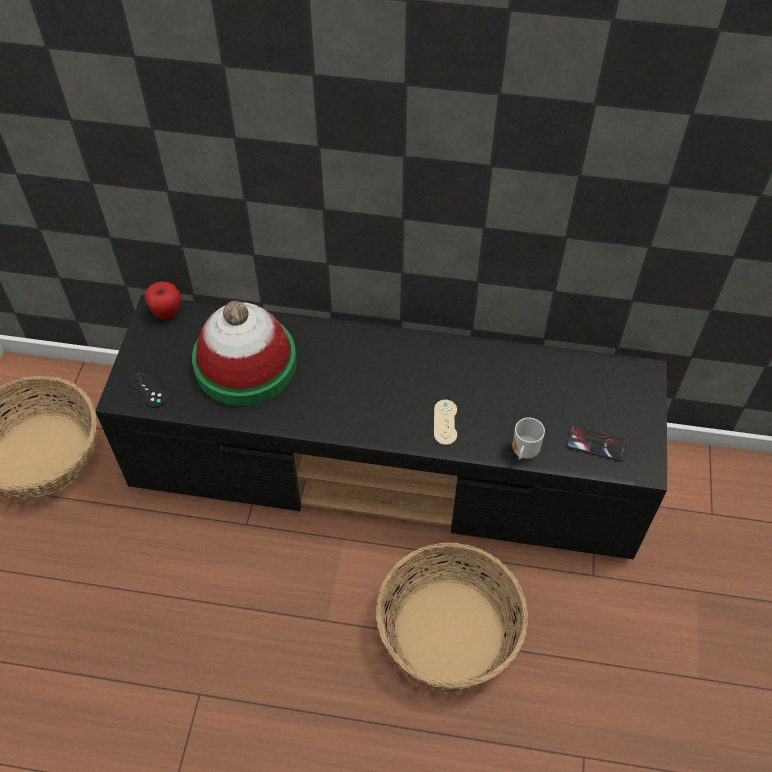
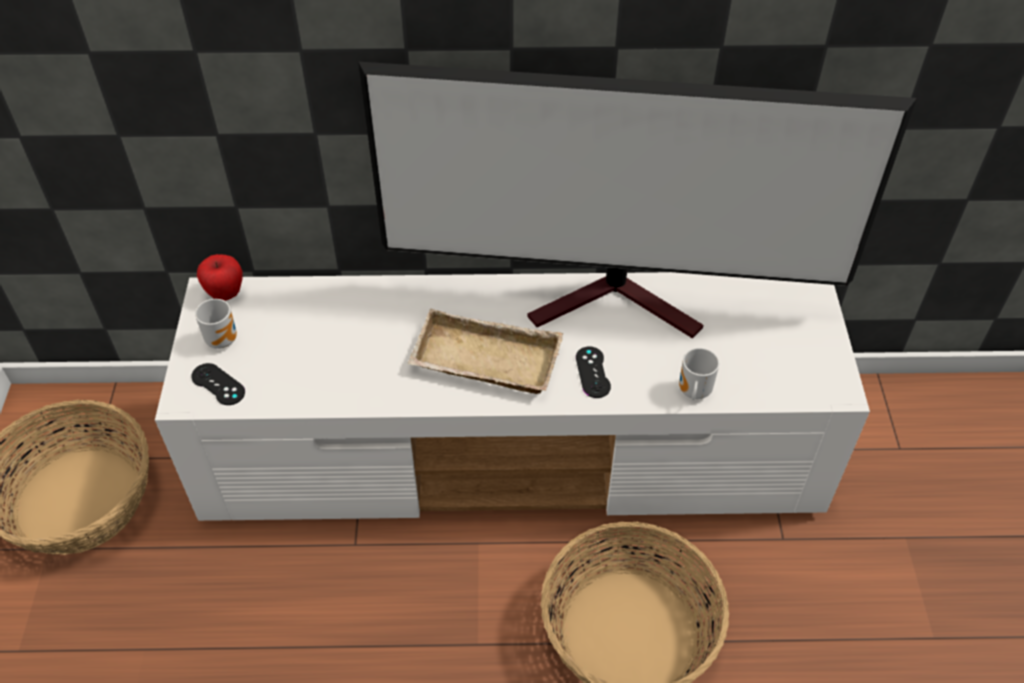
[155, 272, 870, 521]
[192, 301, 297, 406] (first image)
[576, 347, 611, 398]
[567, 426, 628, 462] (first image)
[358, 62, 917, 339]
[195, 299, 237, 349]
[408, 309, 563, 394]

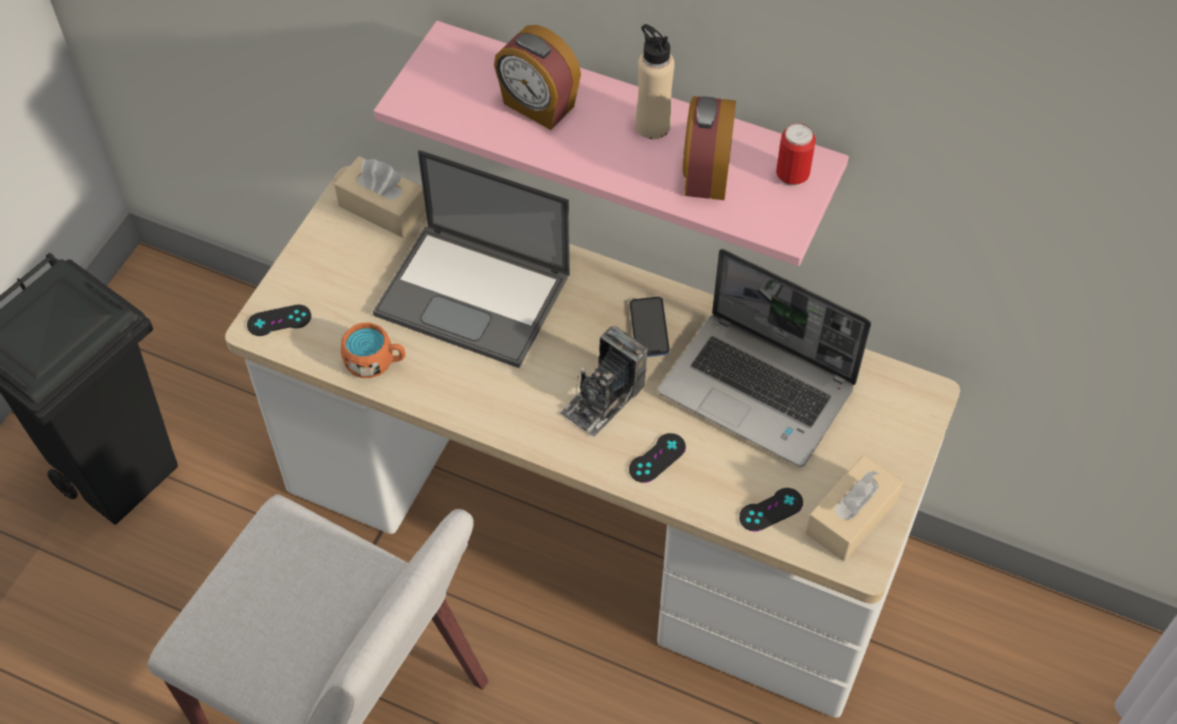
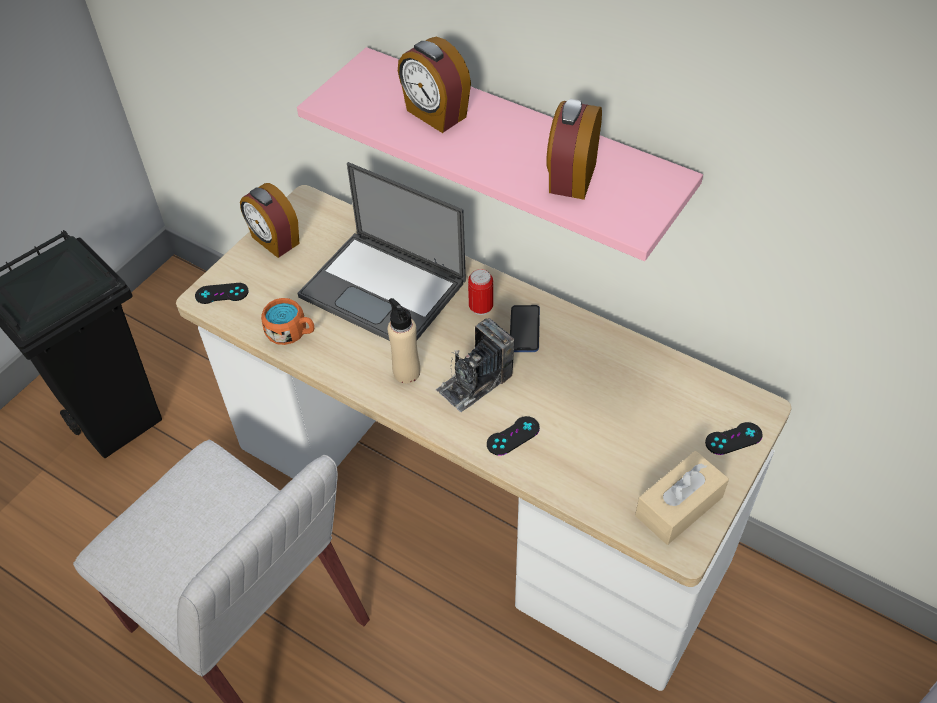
[387, 298, 420, 383]
[468, 269, 493, 315]
[334, 156, 426, 238] (first image)
[658, 249, 871, 467] (first image)
[705, 422, 763, 455]
[240, 183, 299, 258]

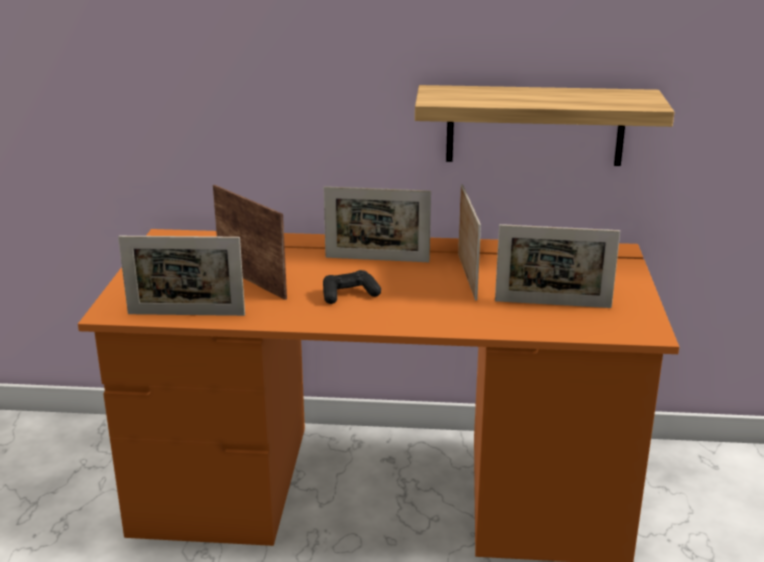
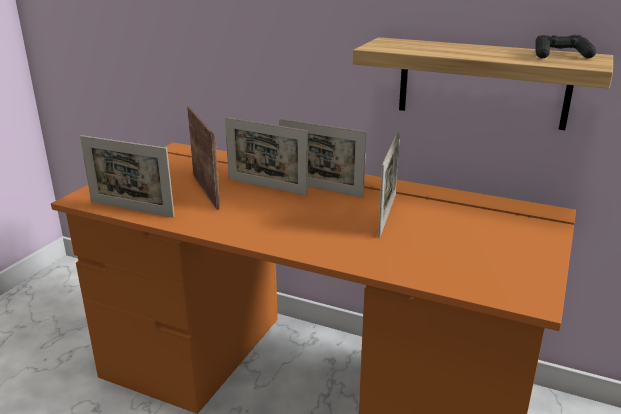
[225, 117, 308, 196]
[535, 35, 596, 58]

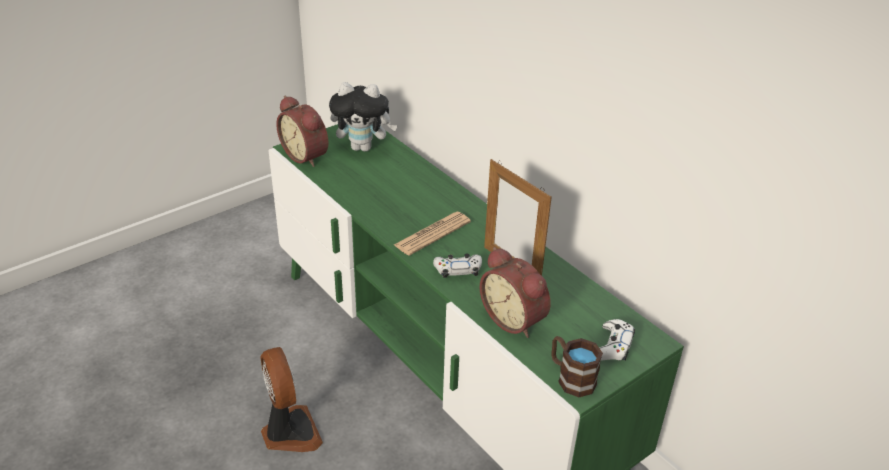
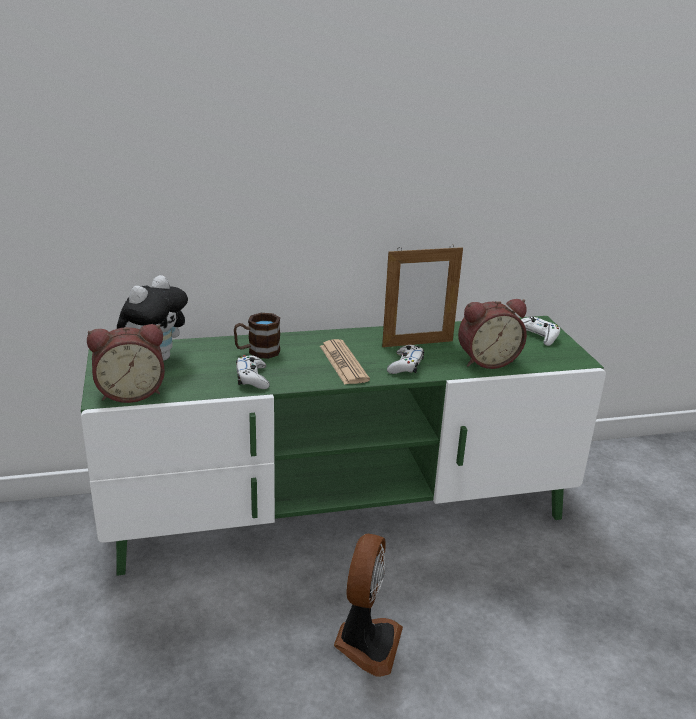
[234, 313, 280, 359]
[334, 534, 403, 677]
[236, 355, 270, 389]

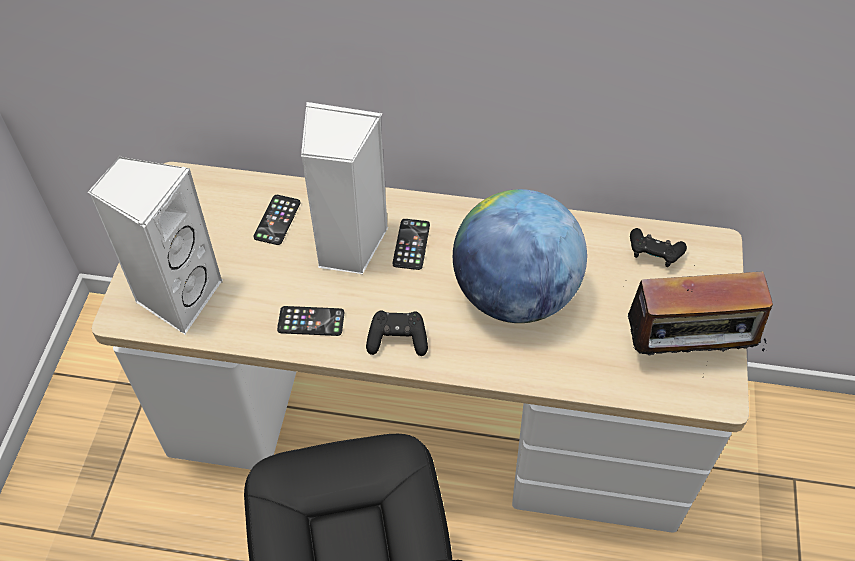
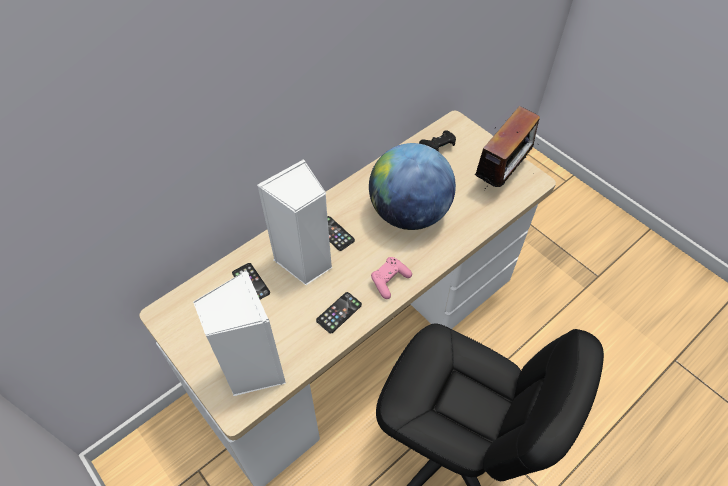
[371, 257, 412, 299]

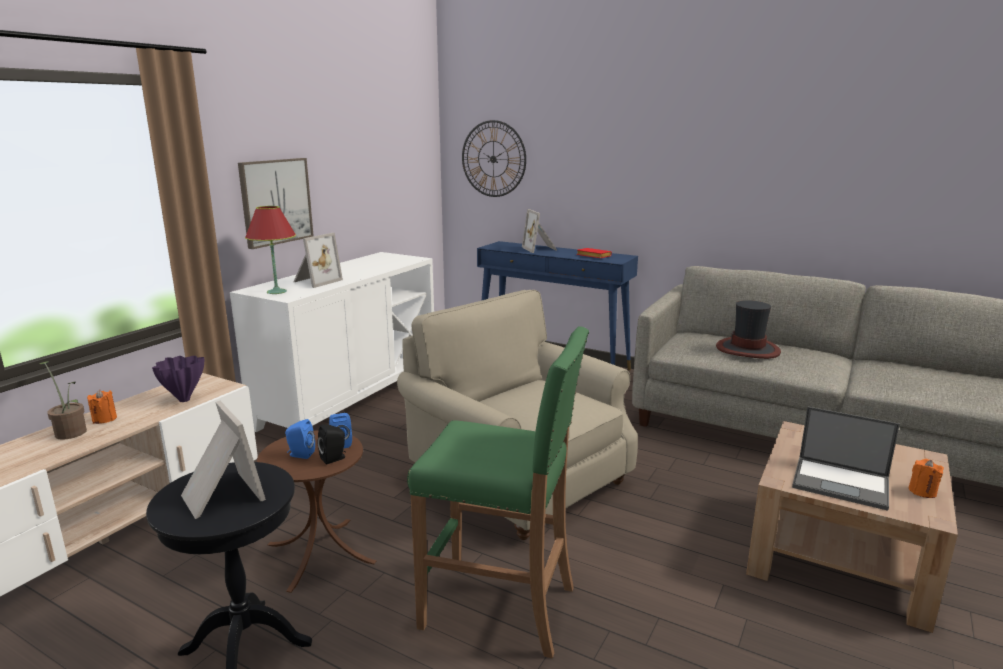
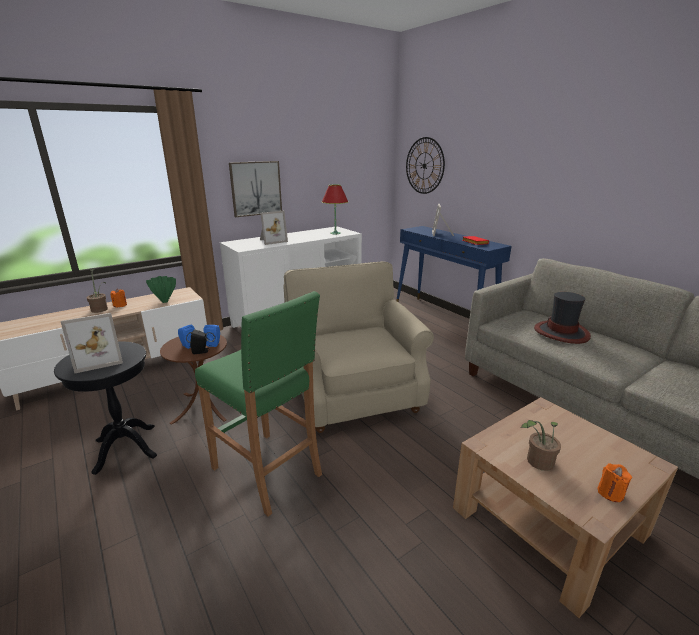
[322, 185, 348, 234]
[146, 276, 176, 303]
[60, 313, 123, 373]
[521, 420, 561, 471]

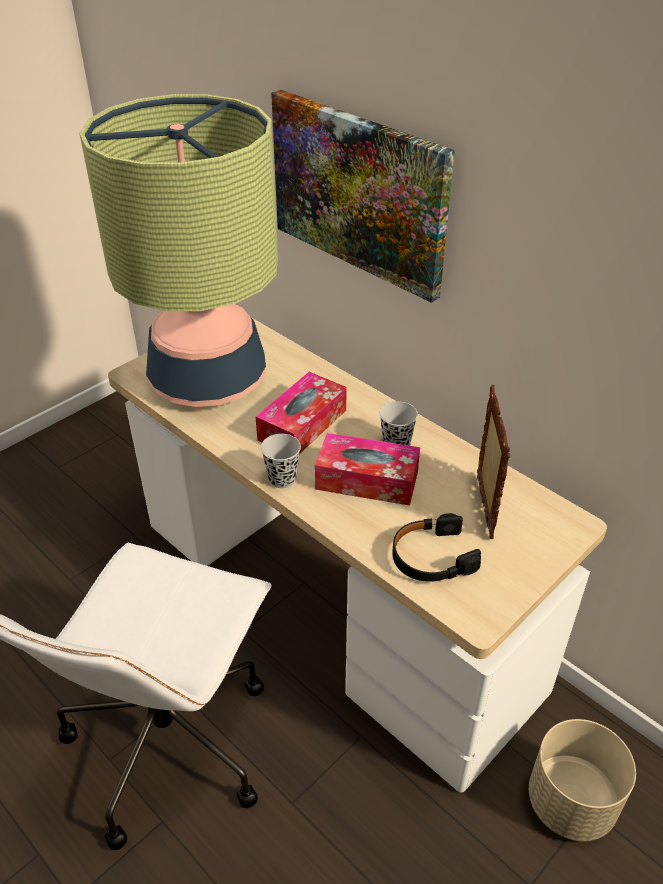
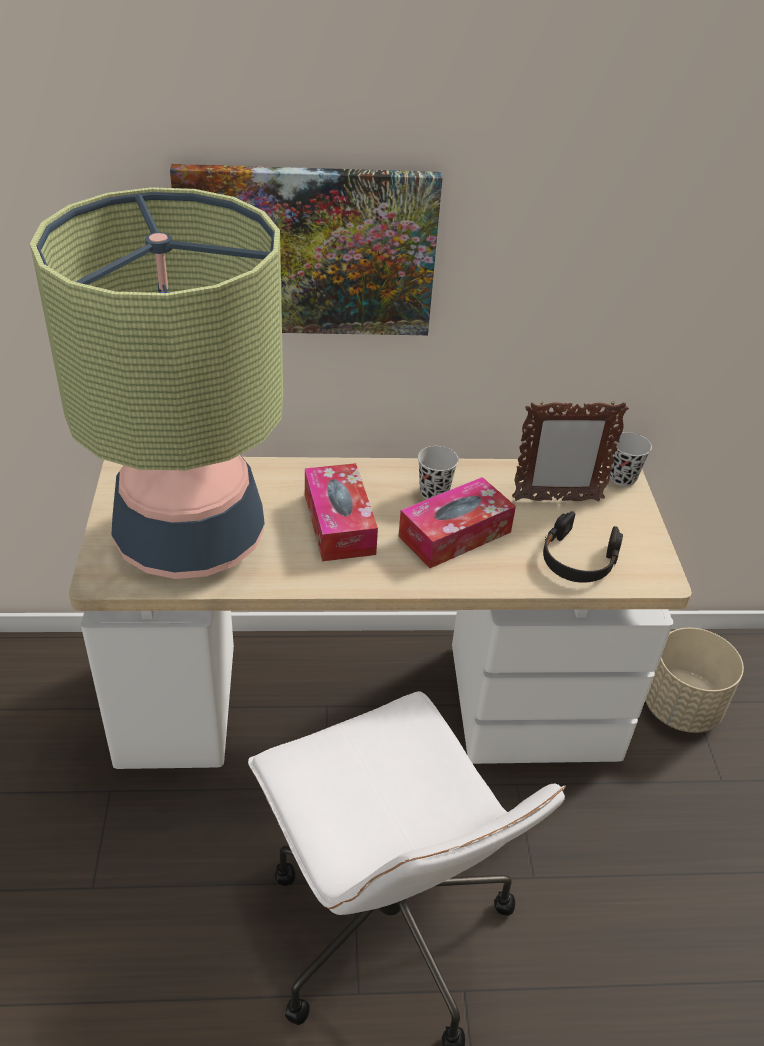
[512, 401, 629, 502]
[610, 432, 652, 486]

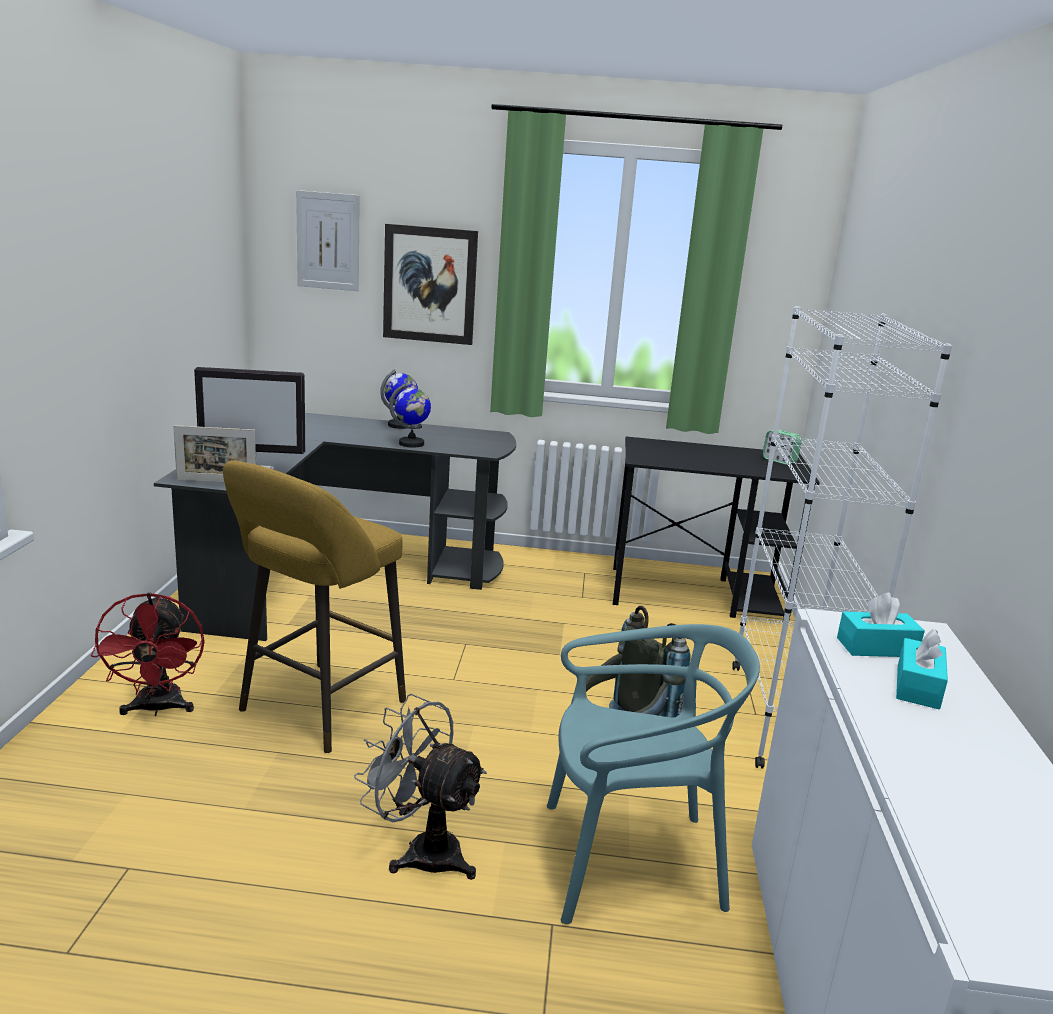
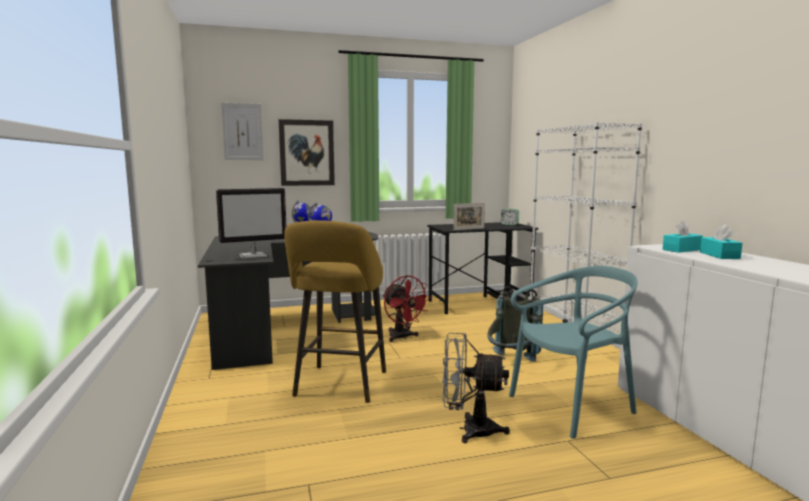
[453, 203, 485, 230]
[383, 275, 431, 342]

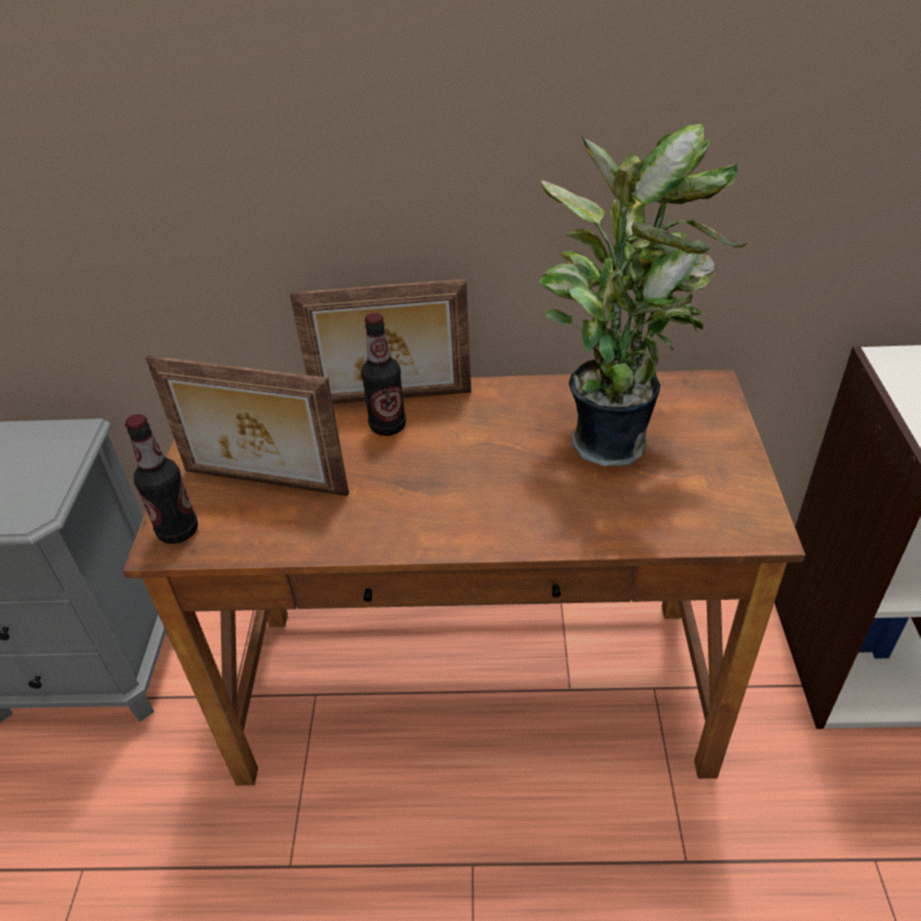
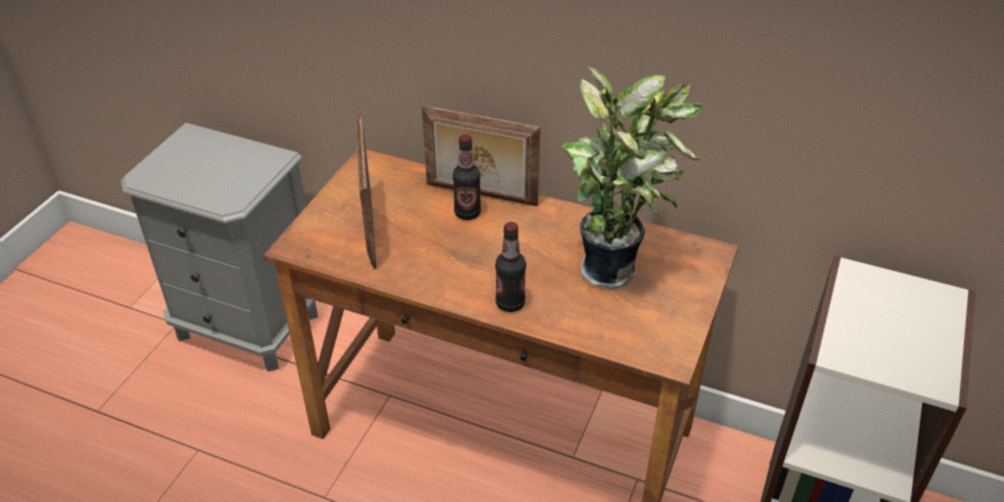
[356, 112, 377, 269]
[495, 222, 526, 312]

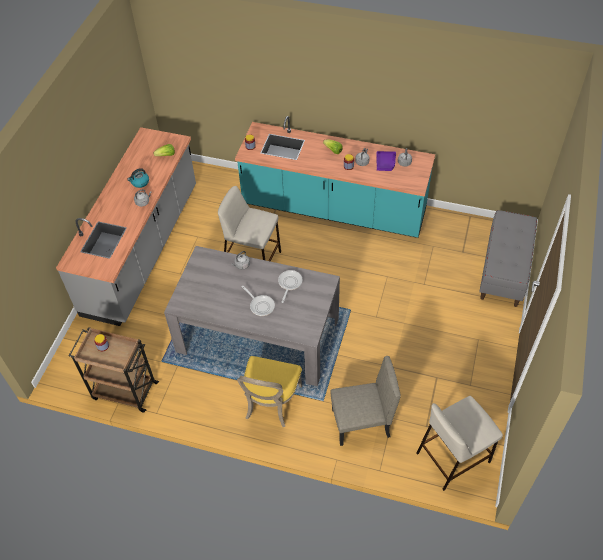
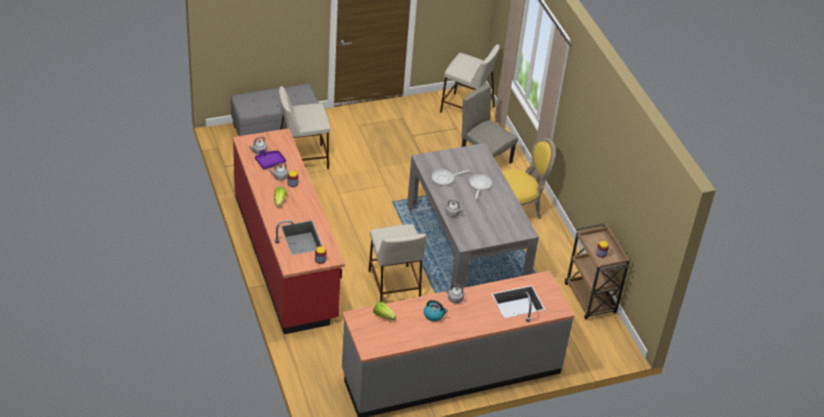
[233, 128, 345, 334]
[279, 86, 330, 169]

